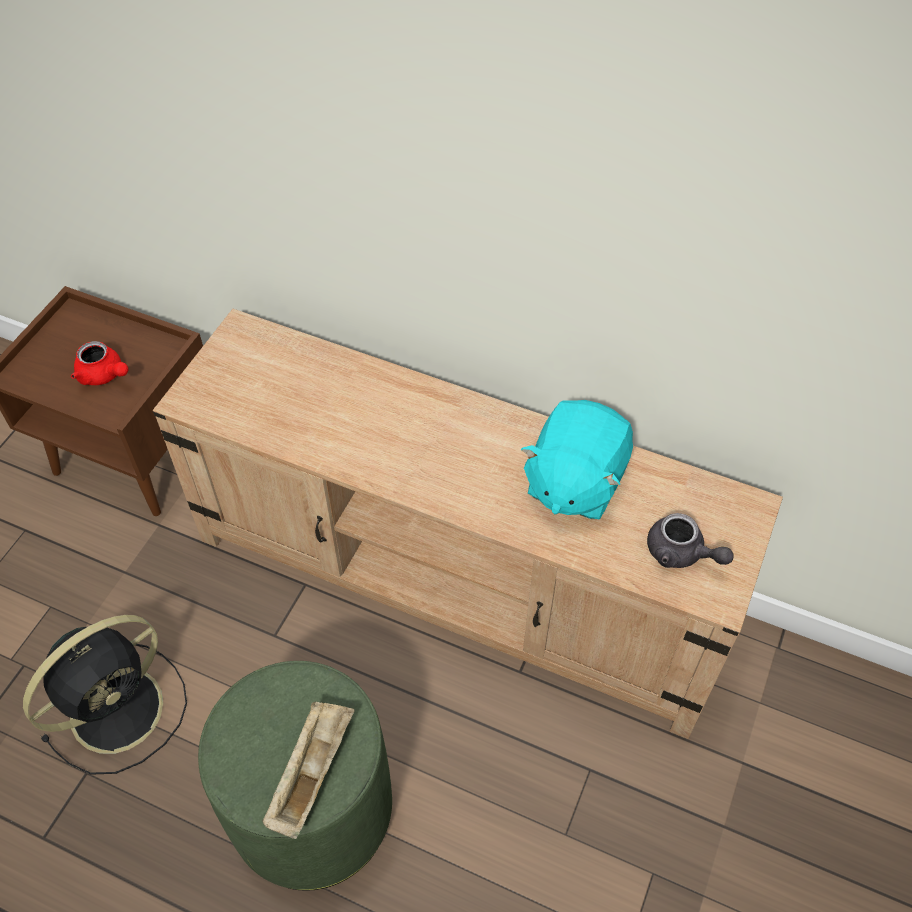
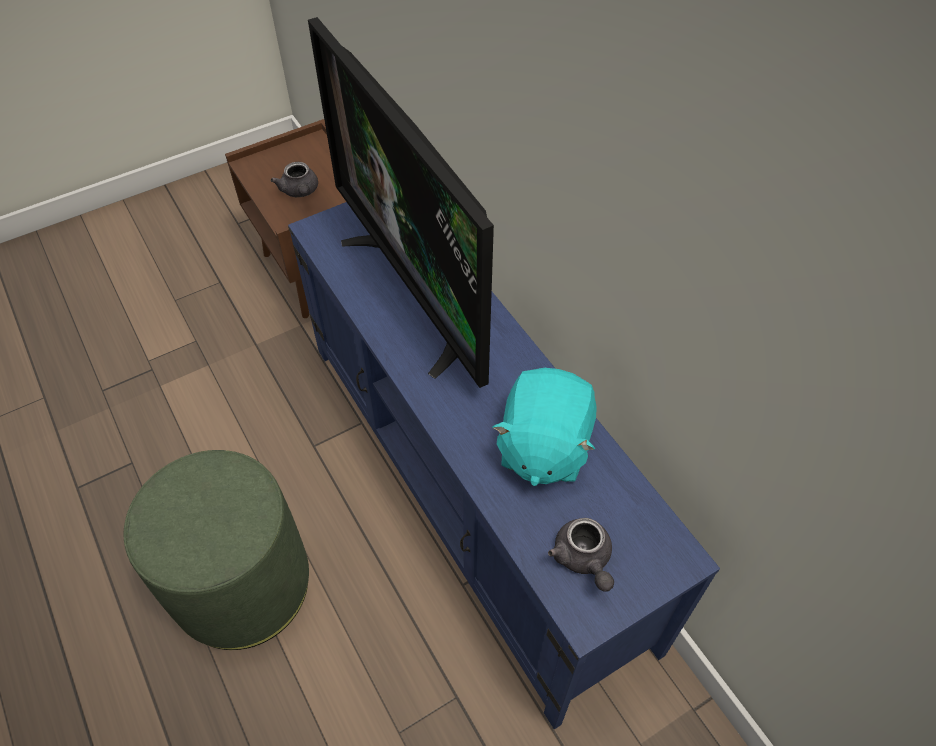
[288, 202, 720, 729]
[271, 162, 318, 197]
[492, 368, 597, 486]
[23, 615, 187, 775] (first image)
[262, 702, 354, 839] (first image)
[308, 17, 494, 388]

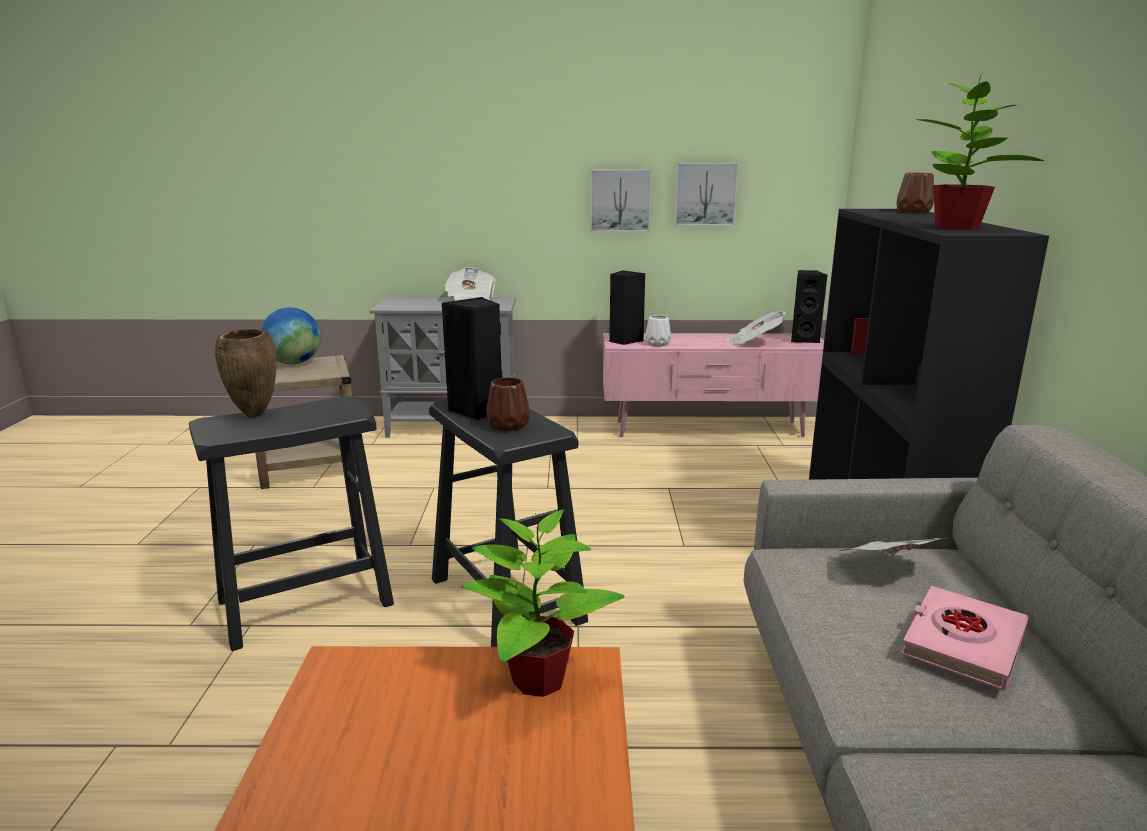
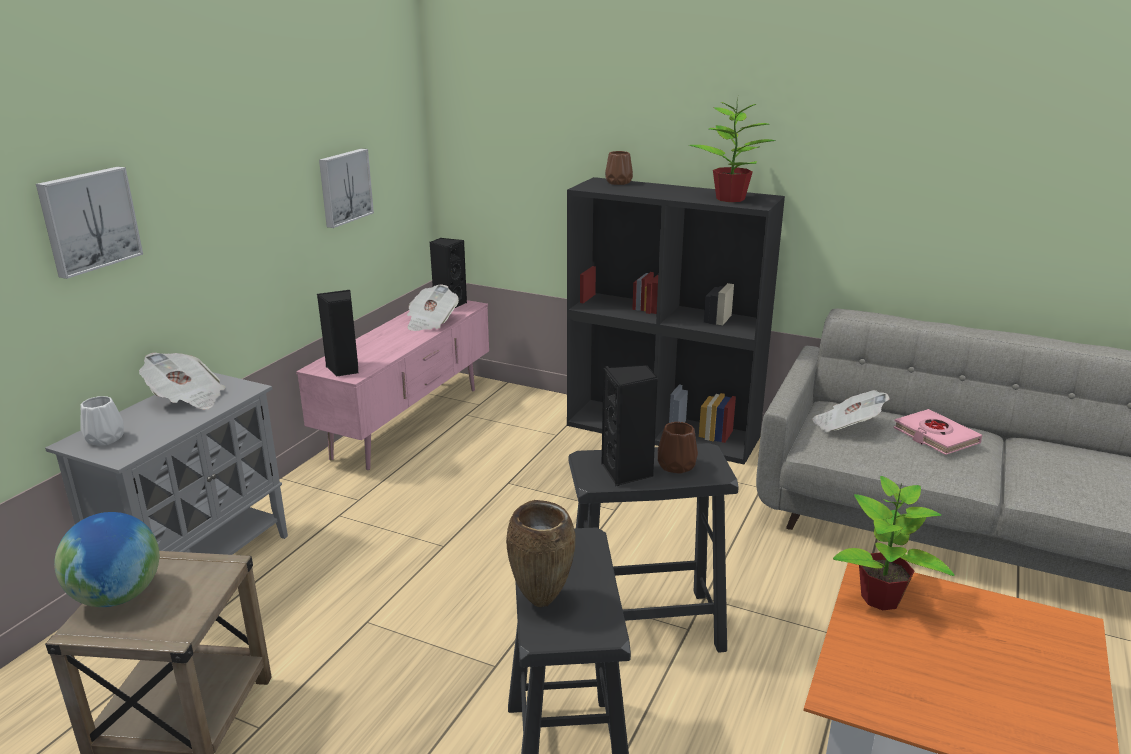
[36, 167, 143, 279]
[80, 396, 124, 446]

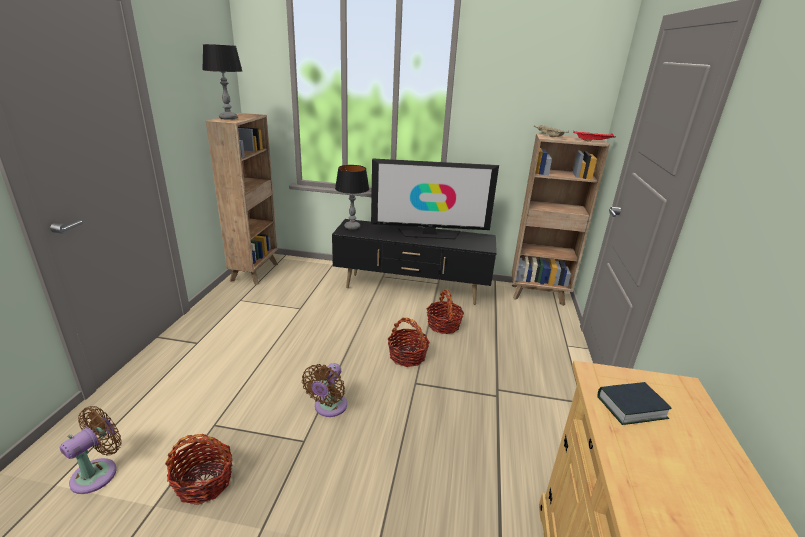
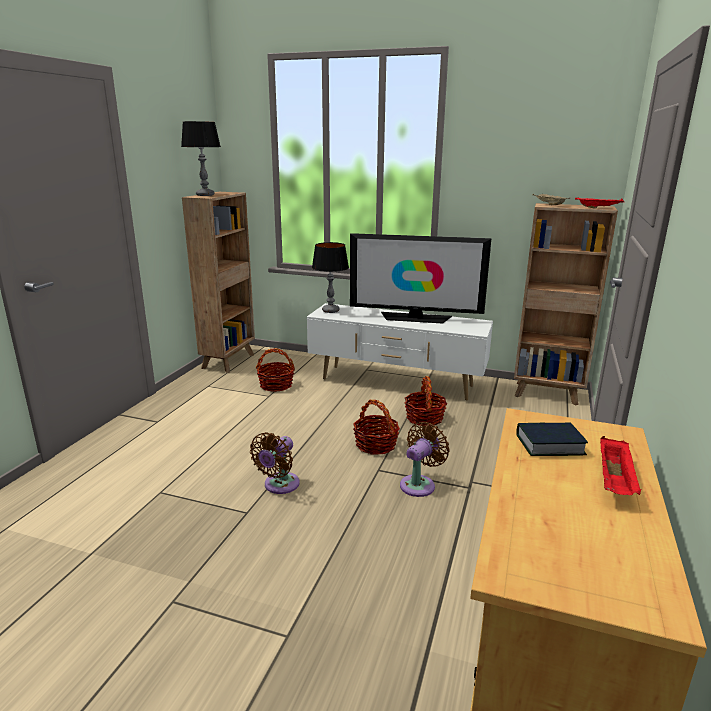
[307, 303, 493, 400]
[400, 422, 450, 497]
[256, 348, 295, 392]
[600, 436, 642, 495]

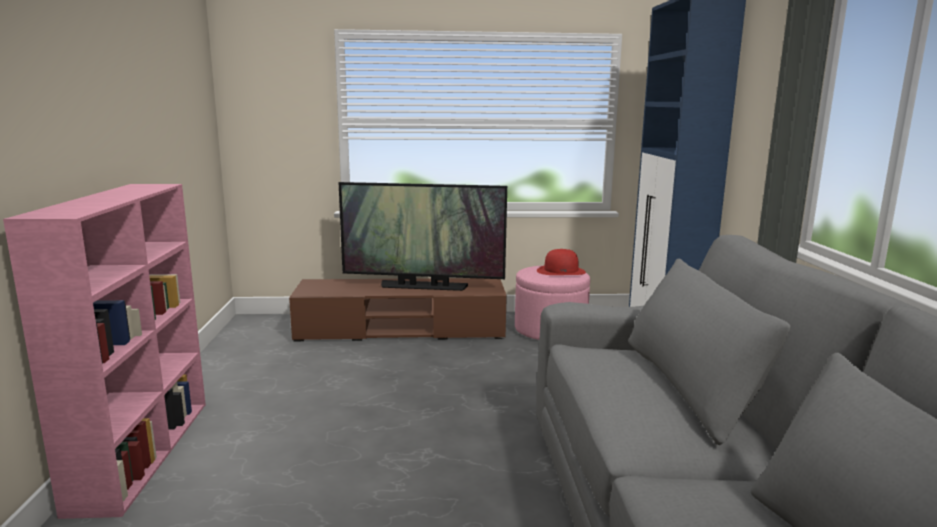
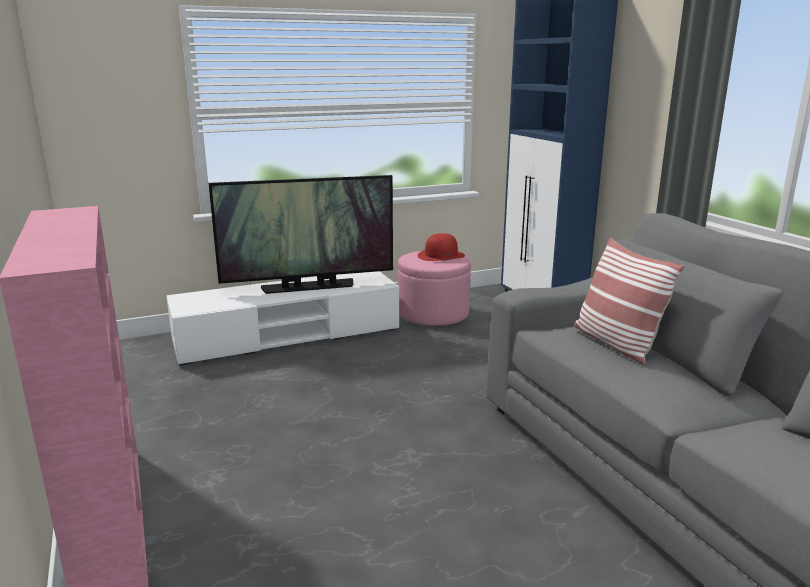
[166, 271, 399, 366]
[574, 237, 684, 365]

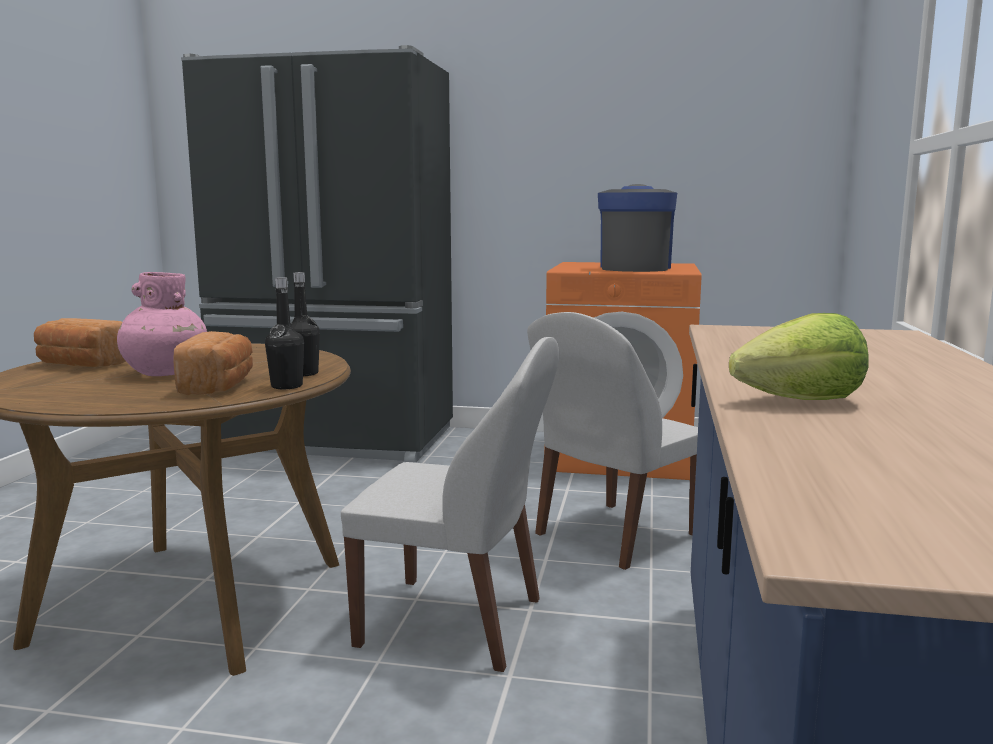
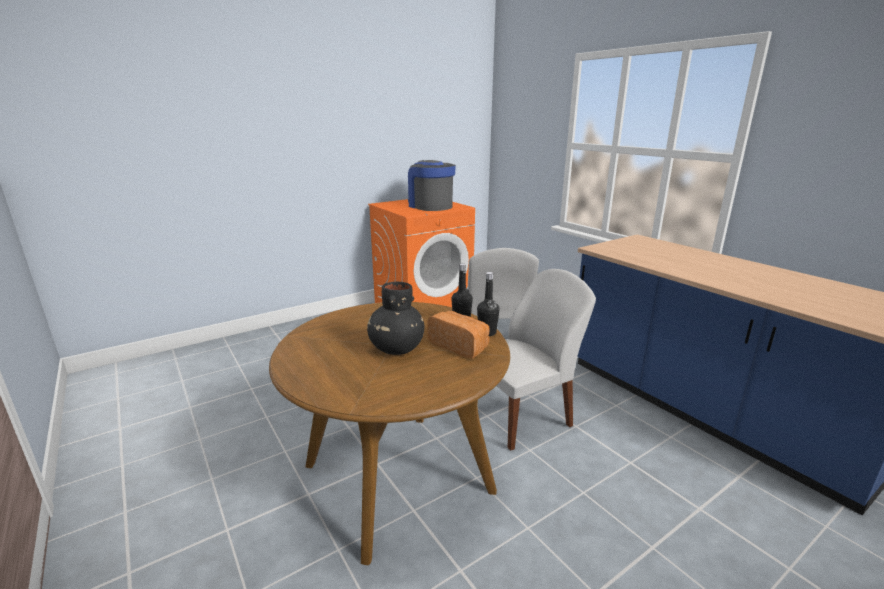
[181, 45, 453, 463] (first image)
[367, 282, 424, 355]
[729, 313, 869, 400] (first image)
[34, 318, 126, 367] (first image)

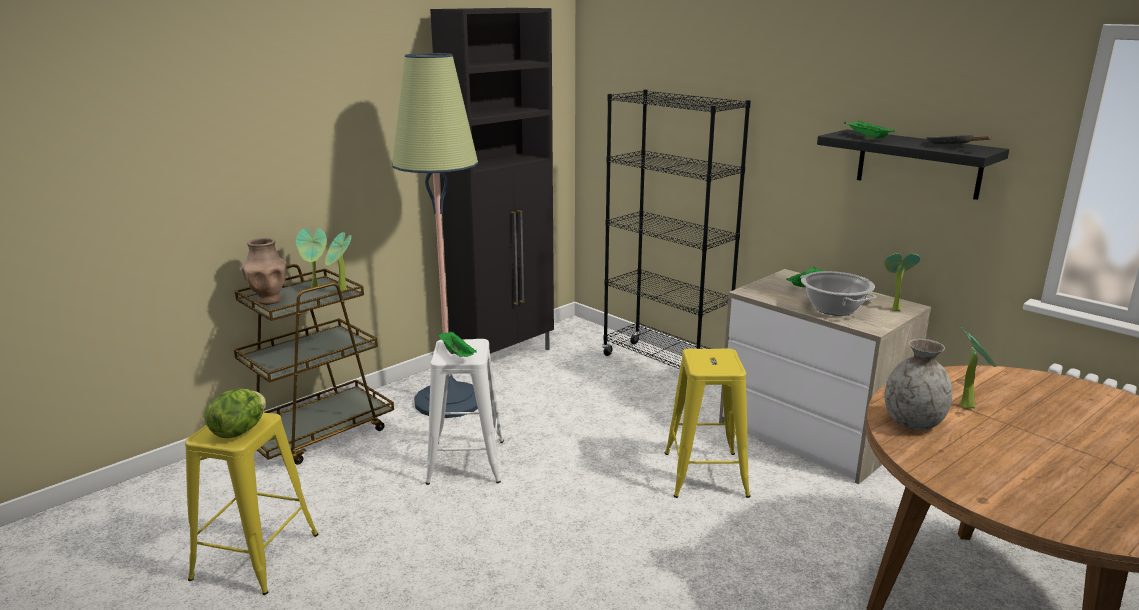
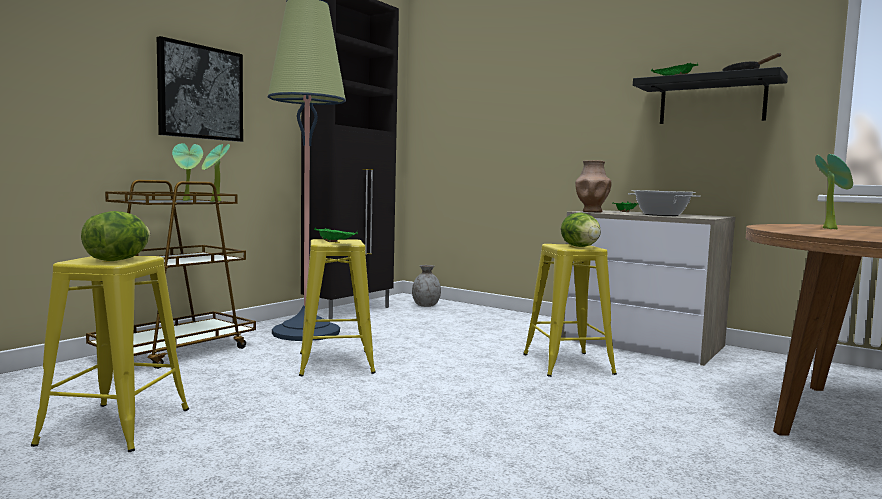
[602, 89, 751, 369] (first image)
[575, 160, 612, 212]
[885, 253, 920, 311] (first image)
[299, 239, 376, 376]
[412, 265, 441, 307]
[157, 36, 243, 142]
[561, 212, 601, 247]

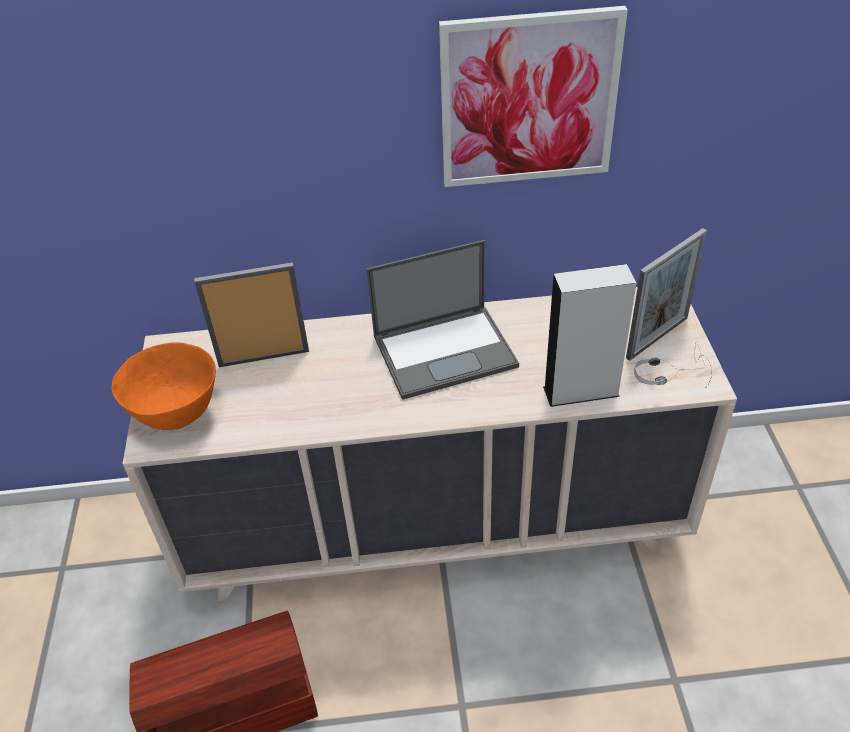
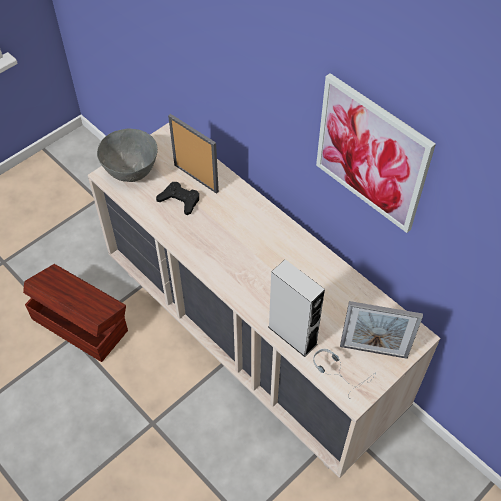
[367, 240, 519, 400] (first image)
[97, 129, 158, 182]
[156, 182, 199, 215]

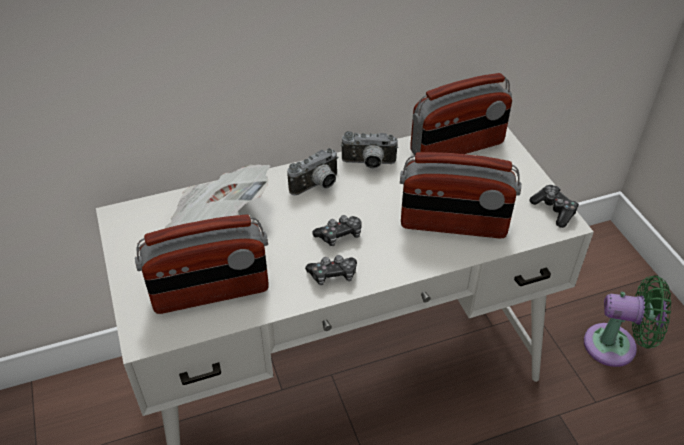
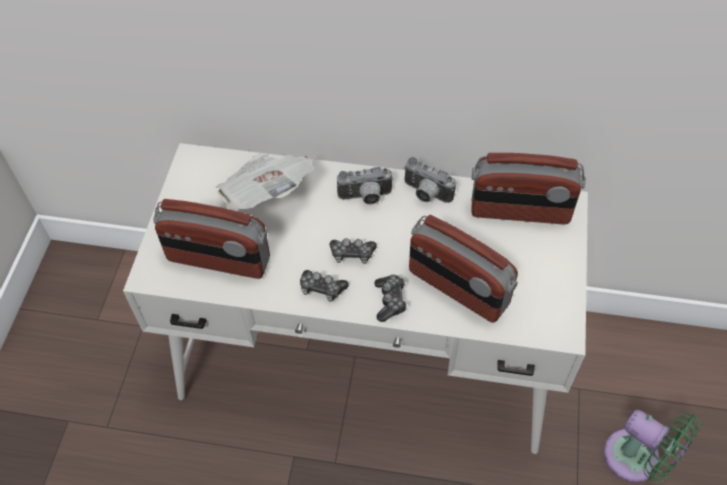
[374, 275, 407, 322]

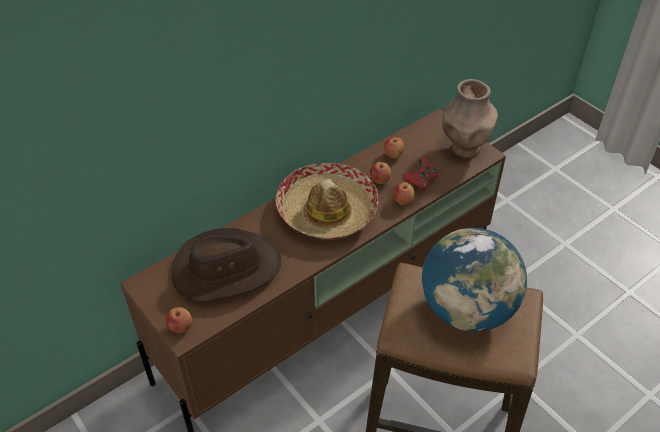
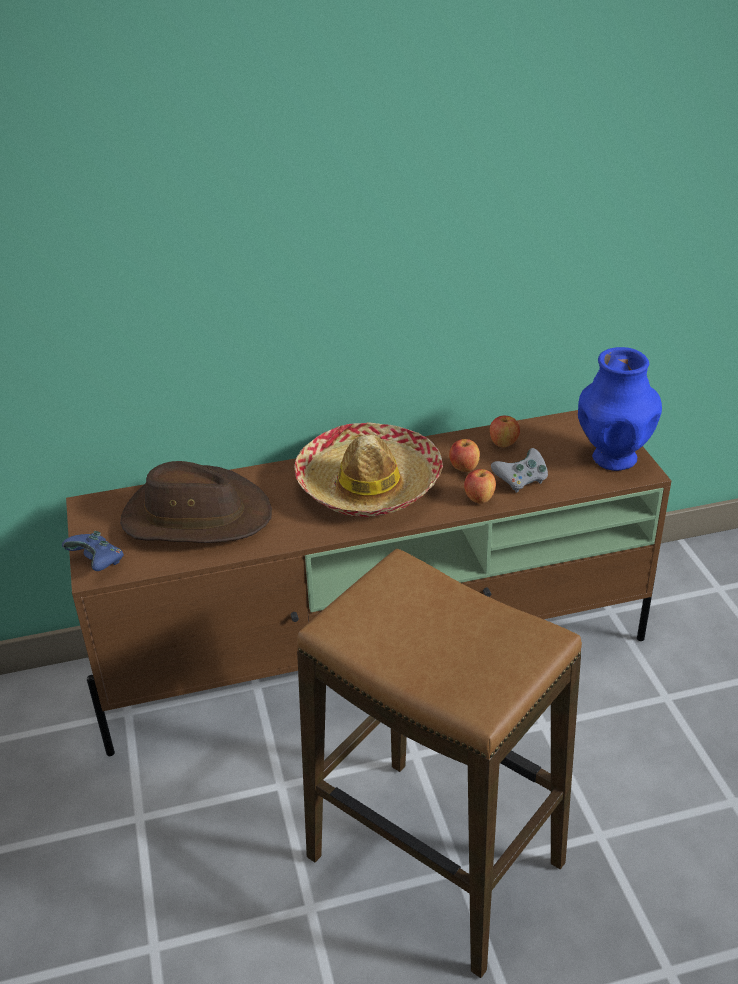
[578, 347, 662, 471]
[491, 448, 548, 493]
[422, 228, 527, 332] (first image)
[62, 531, 124, 571]

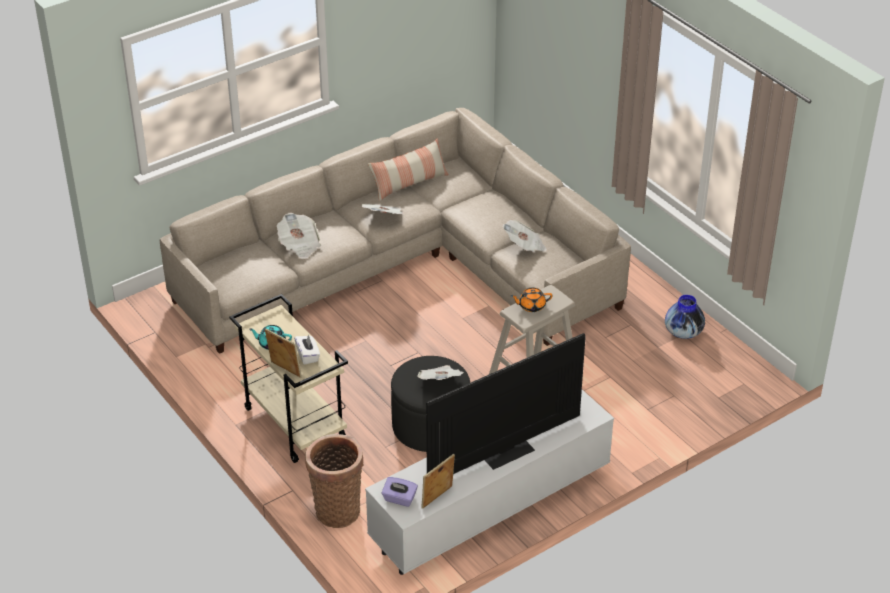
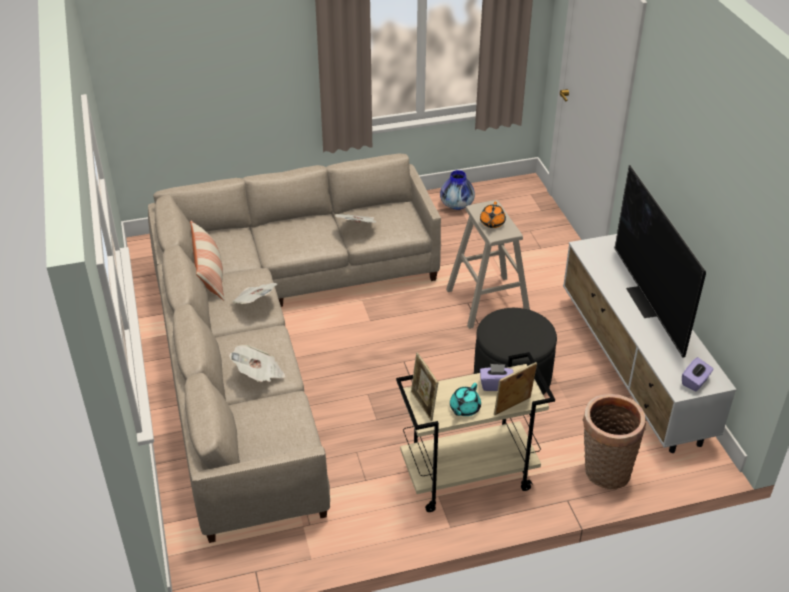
[480, 364, 513, 391]
[418, 365, 464, 380] (first image)
[411, 353, 438, 421]

